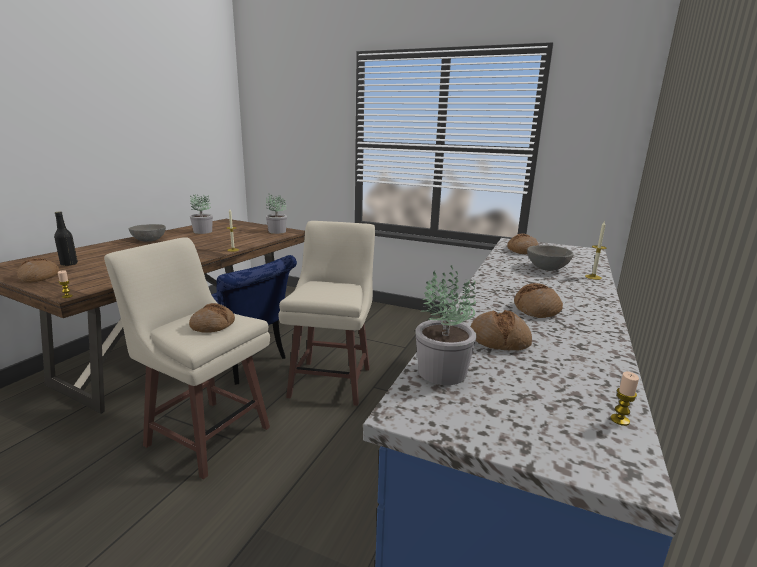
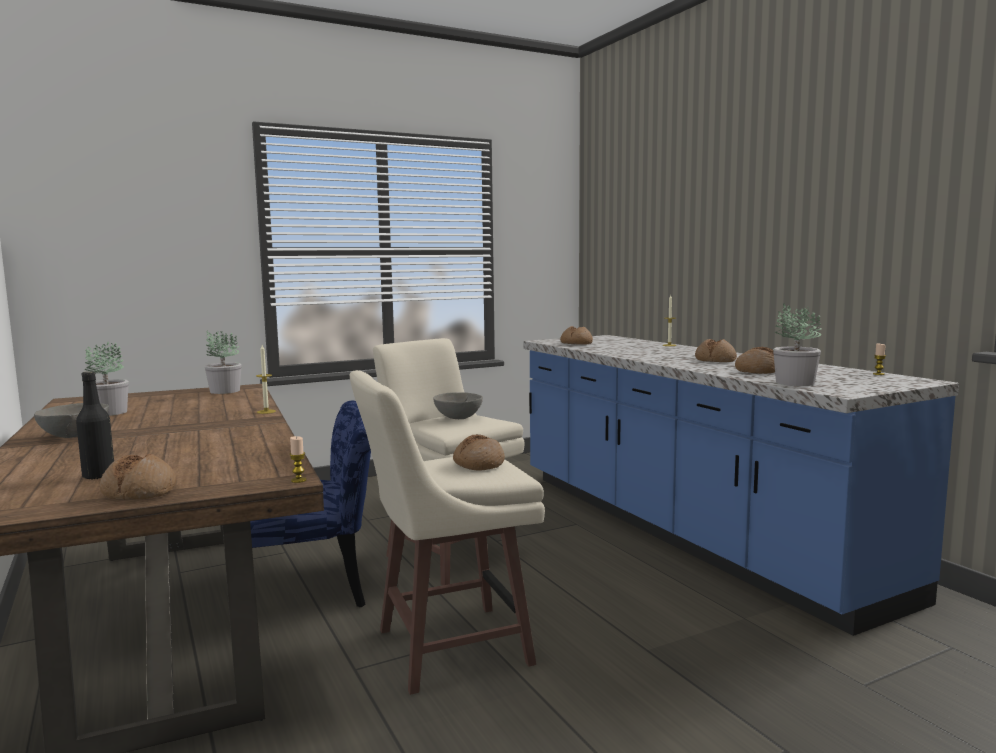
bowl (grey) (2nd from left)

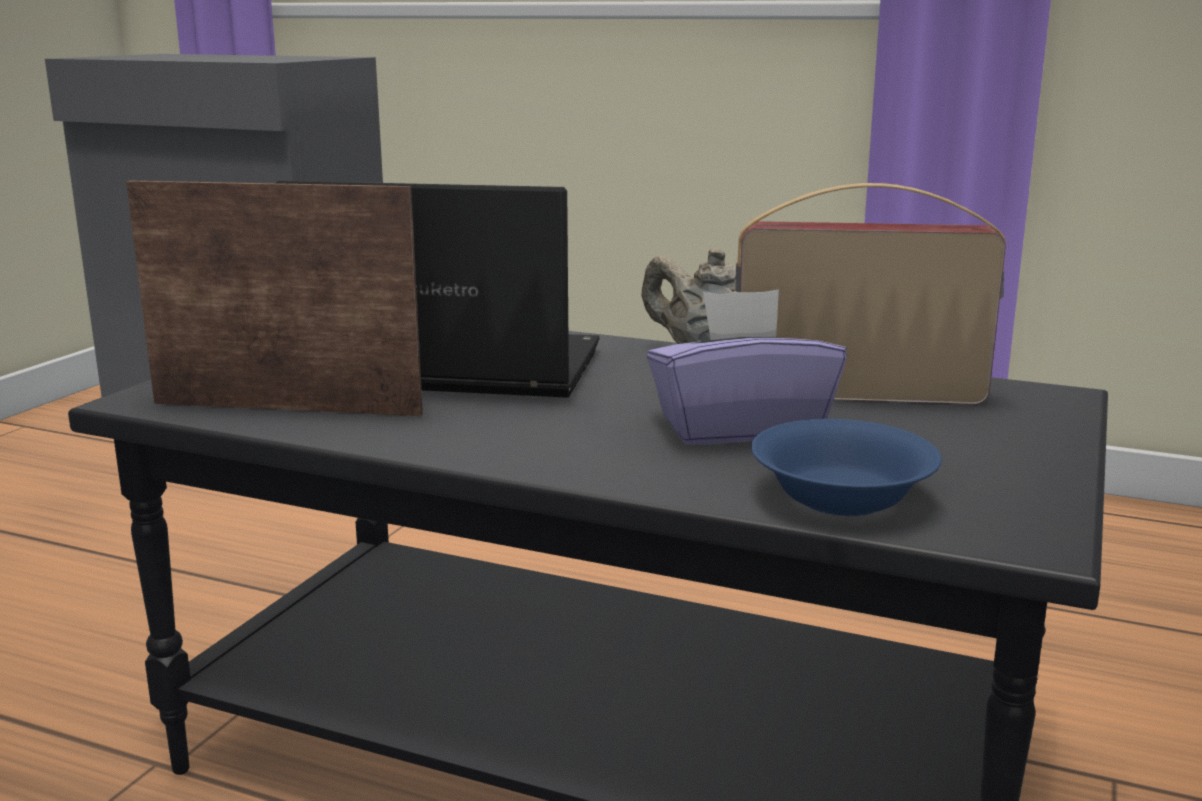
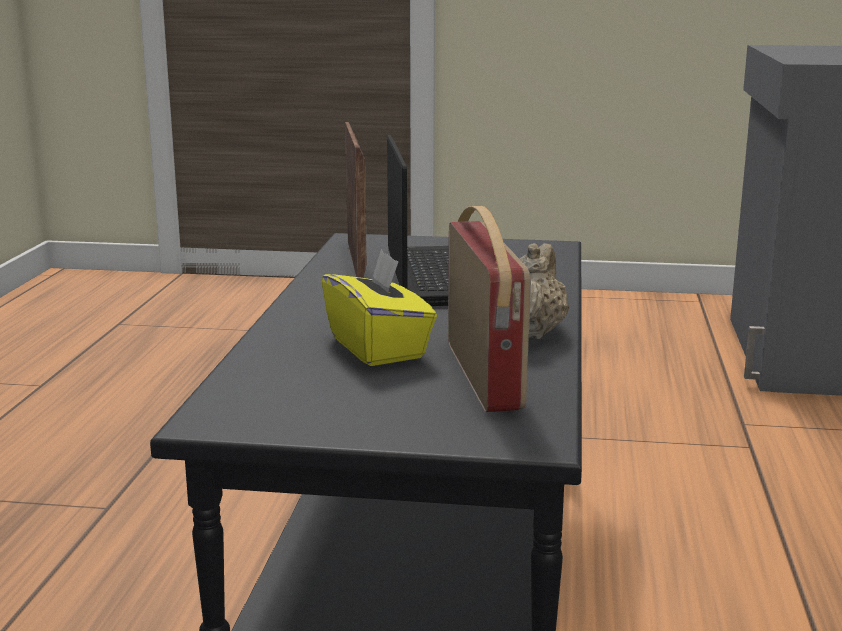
tissue box (yellow)
bowl (blue)

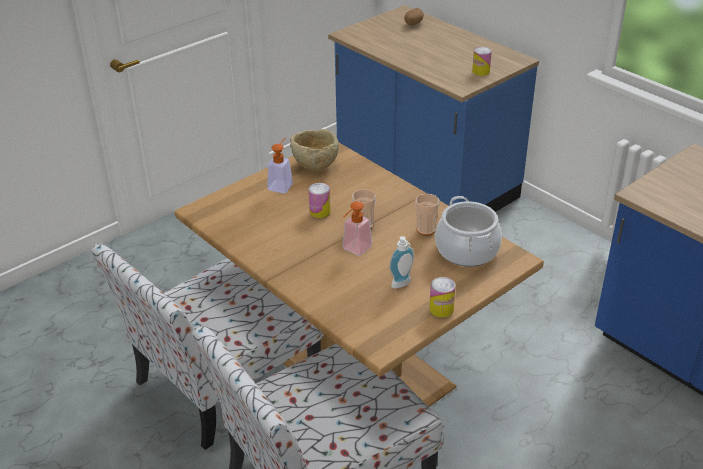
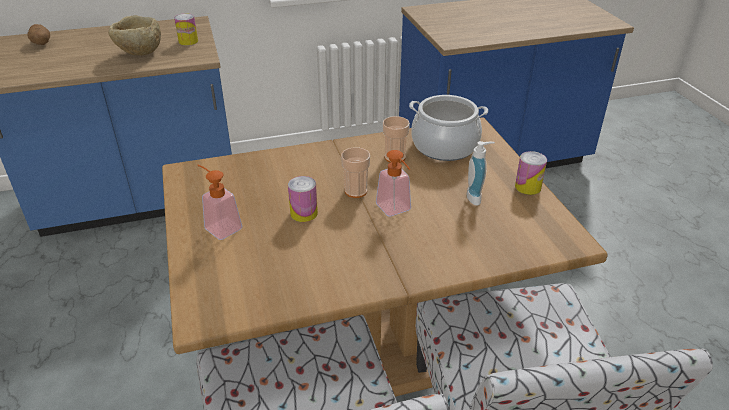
bowl (beige)

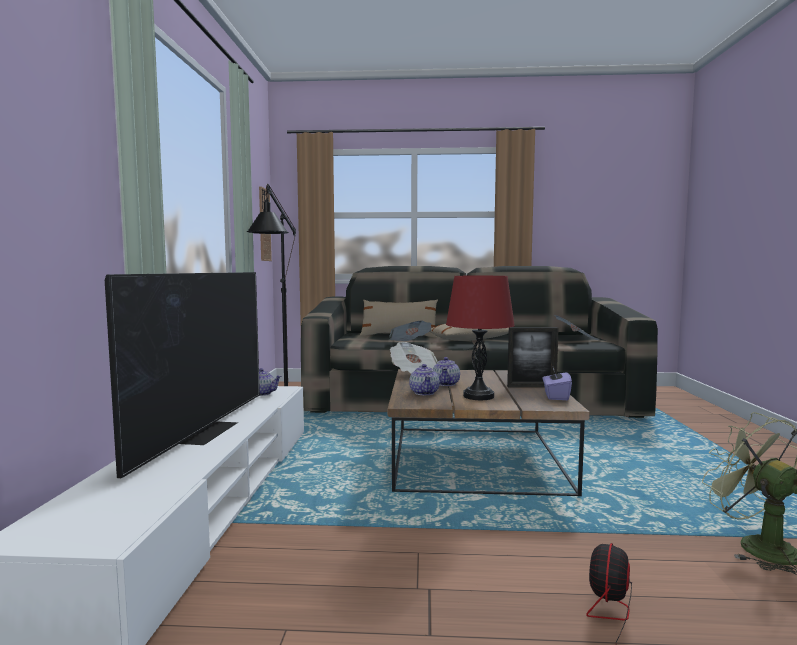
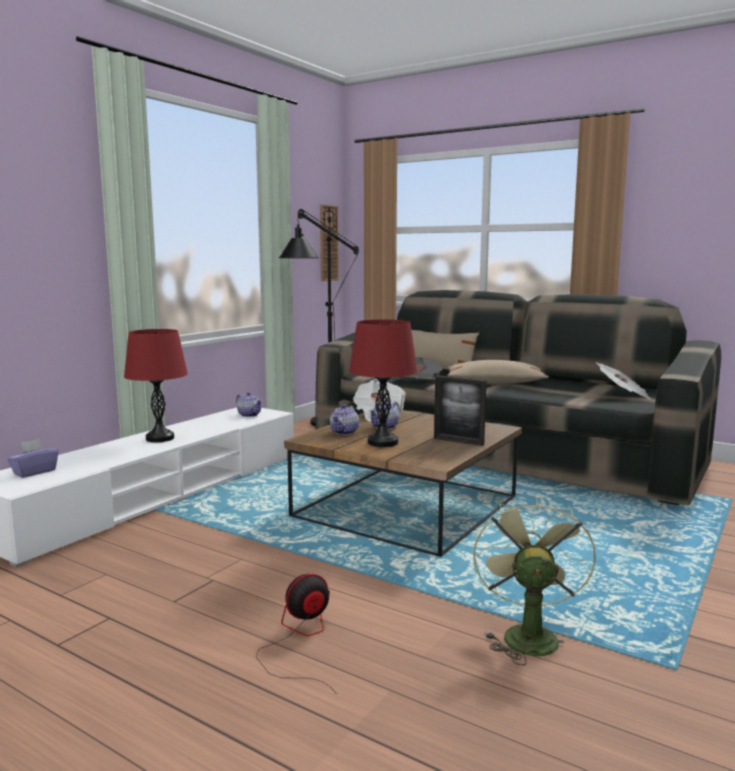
tissue box (purple)
table lamp (red) (1st from left)

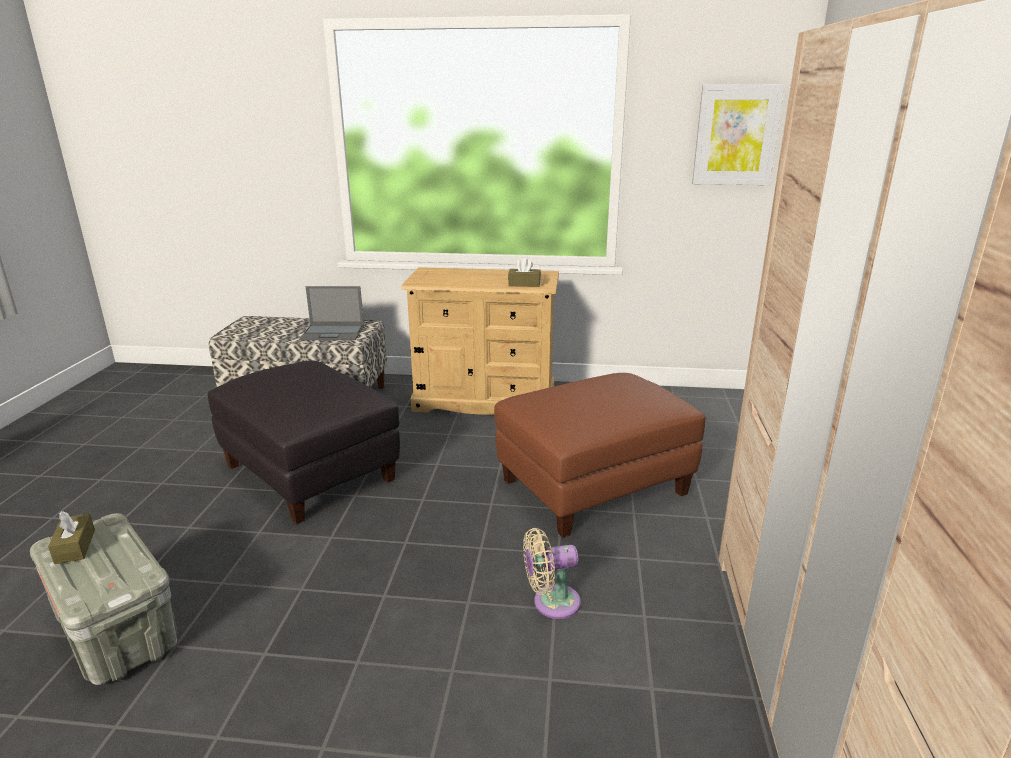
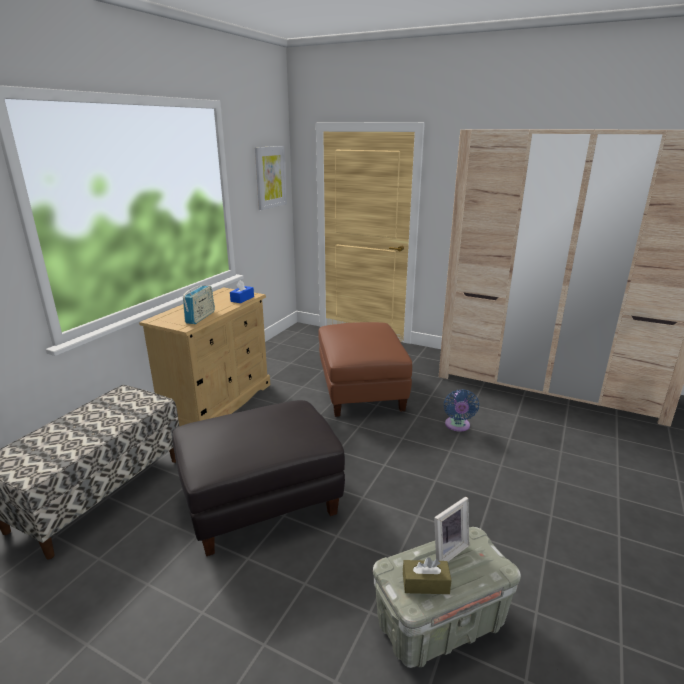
radio
tissue box (blue)
picture frame
fan (blue)
laptop

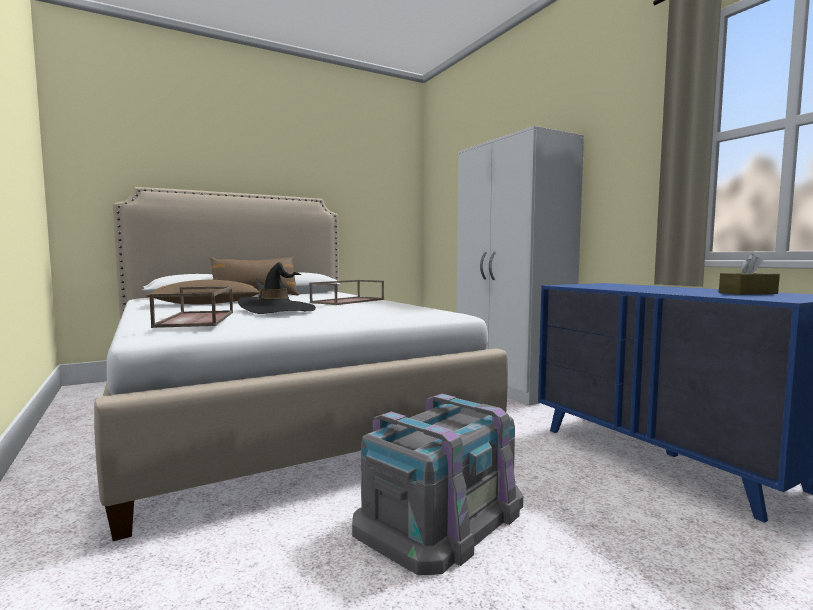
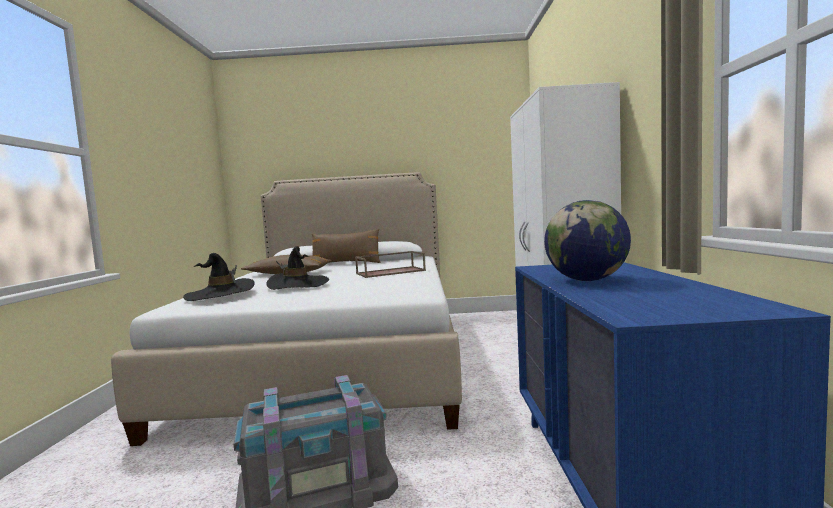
hat (black) (1st from left)
globe
tissue box (brown)

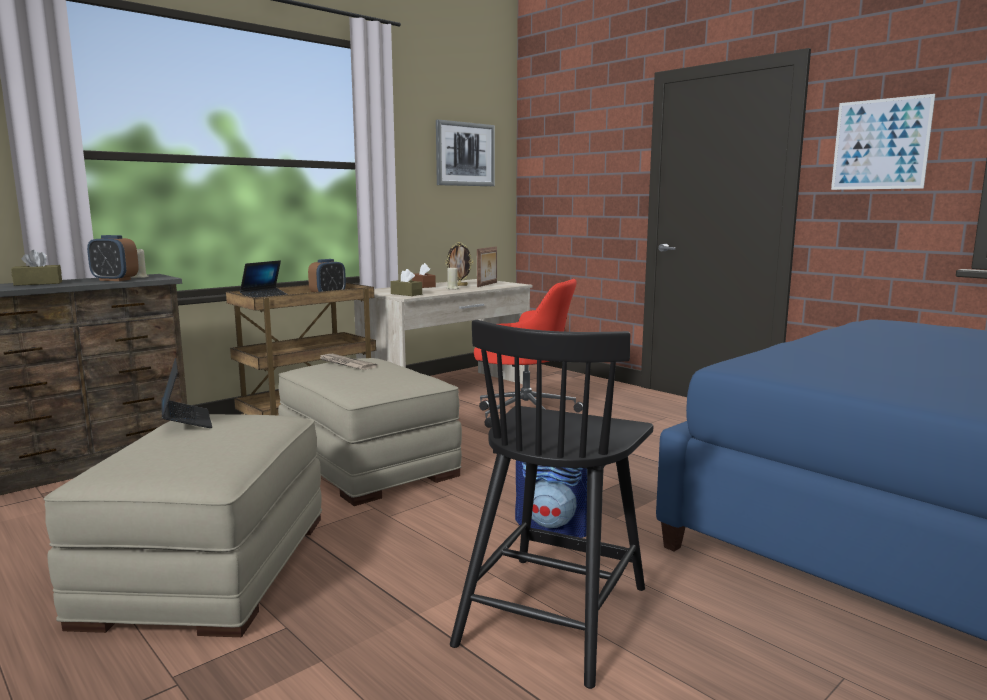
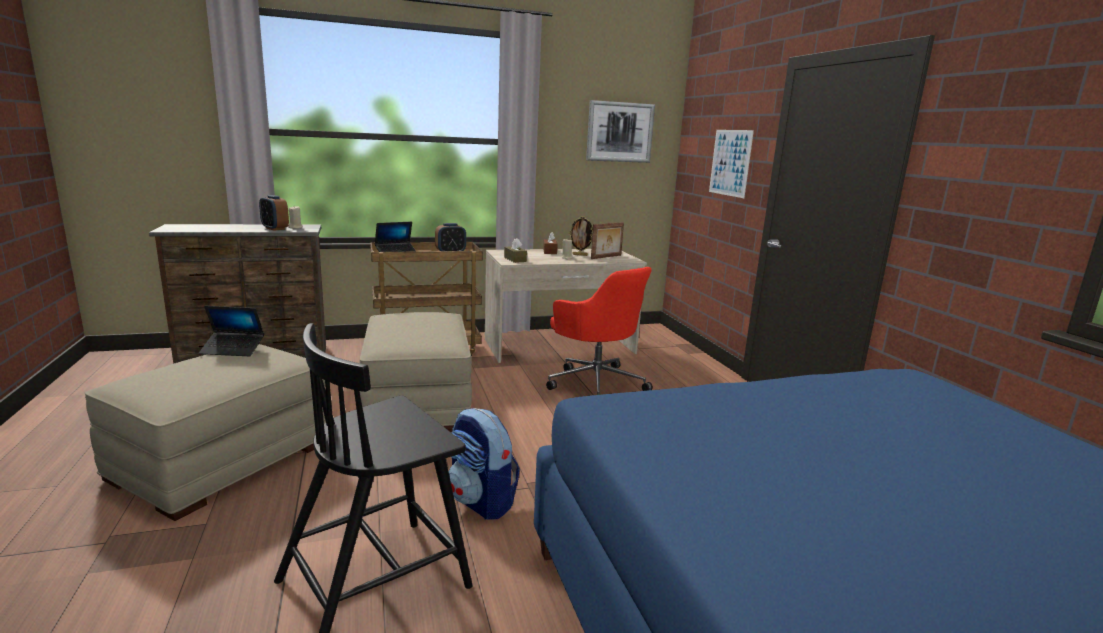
laptop (1st from left)
picture (2nd from left)
tissue box (brown) (1st from left in the first image)
newspaper

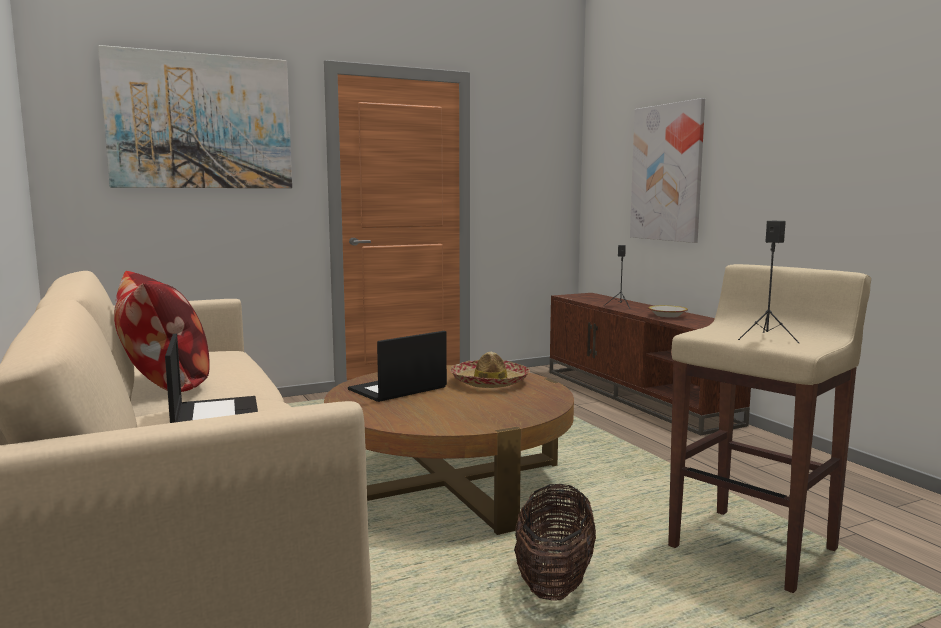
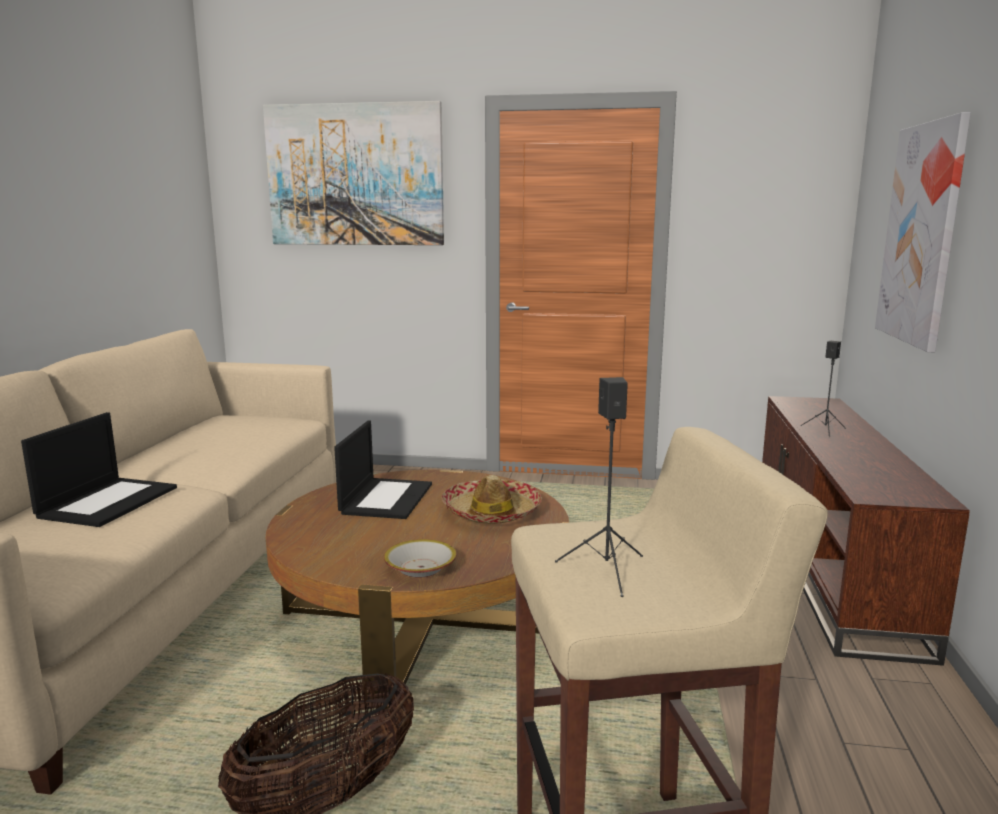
laptop (2nd from left)
bowl
pillow

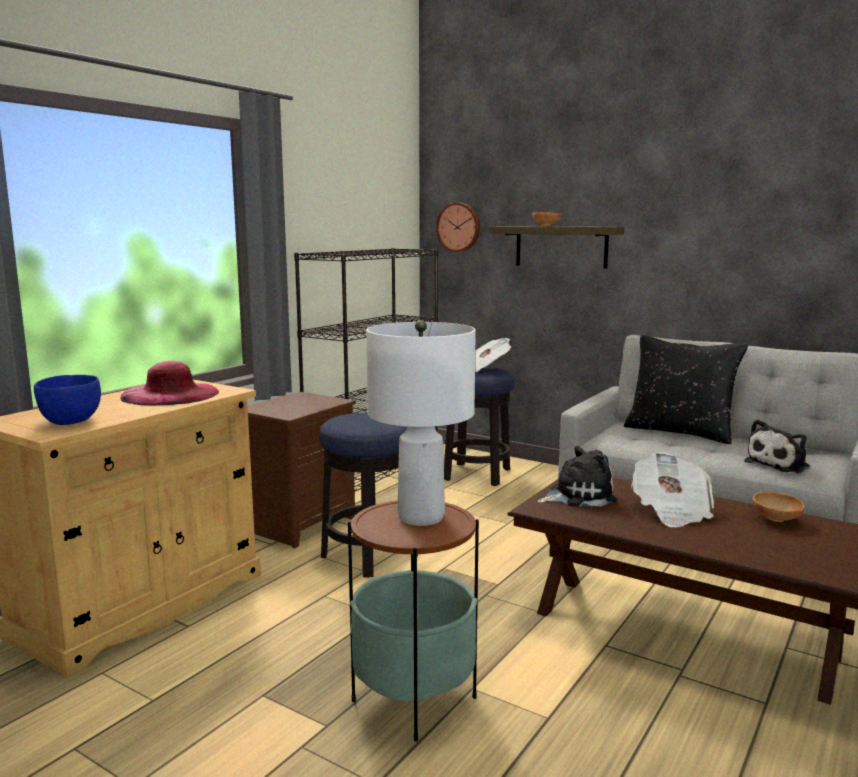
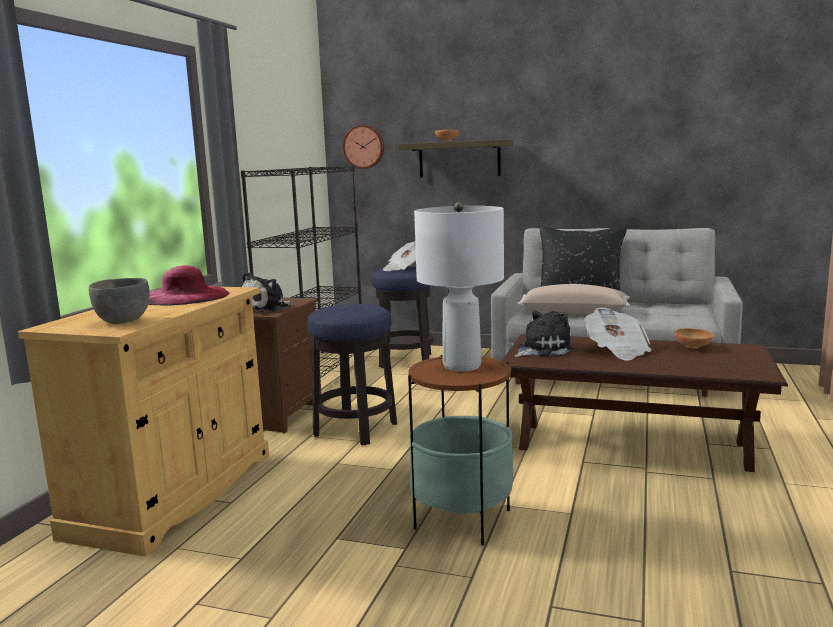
bowl (grey)
plush toy (1st from left)
pillow (beige)

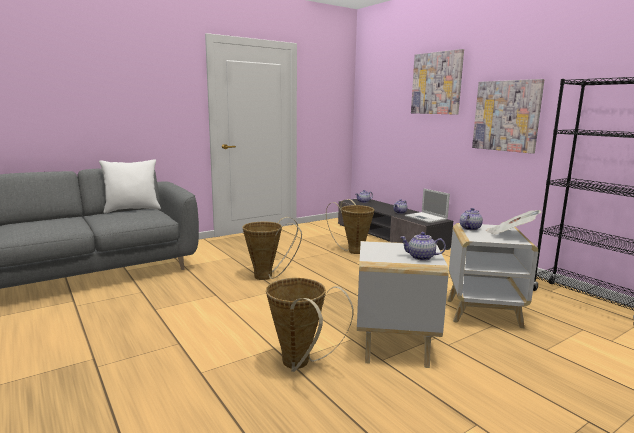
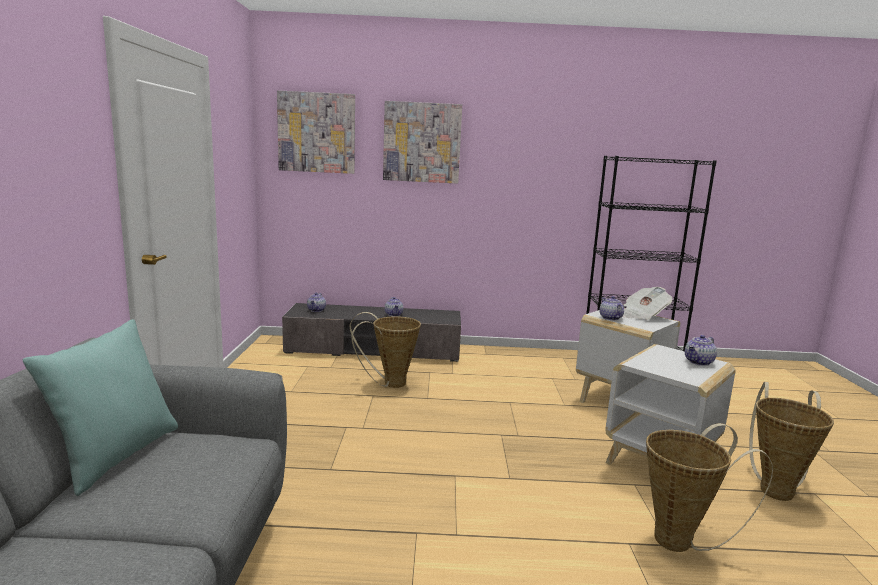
pillow (turquoise)
picture (1st from left)
basket (3rd from left)
laptop

